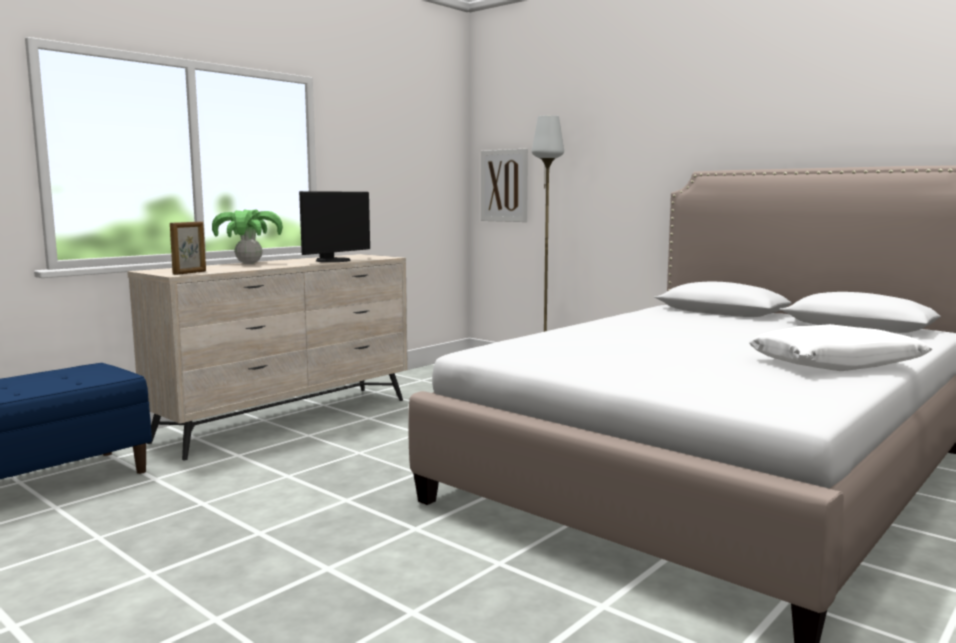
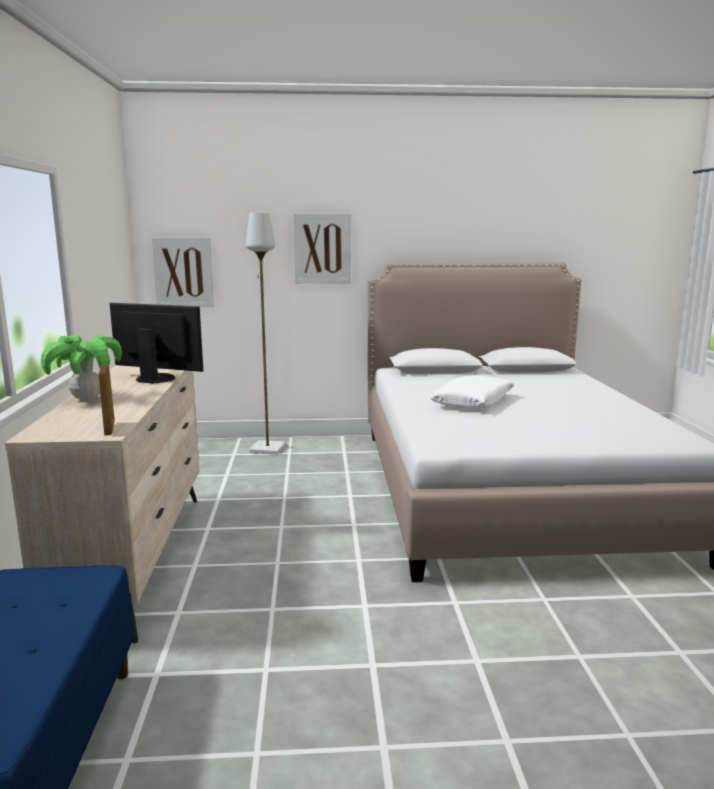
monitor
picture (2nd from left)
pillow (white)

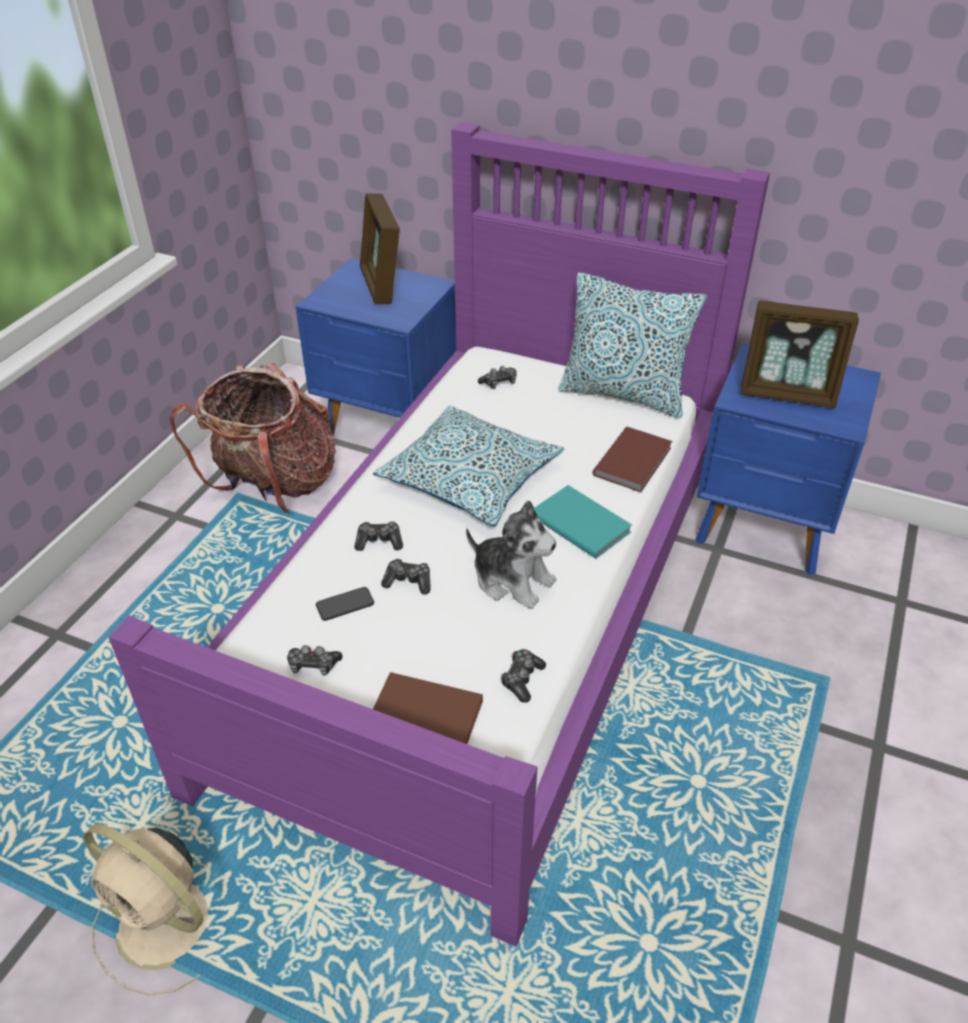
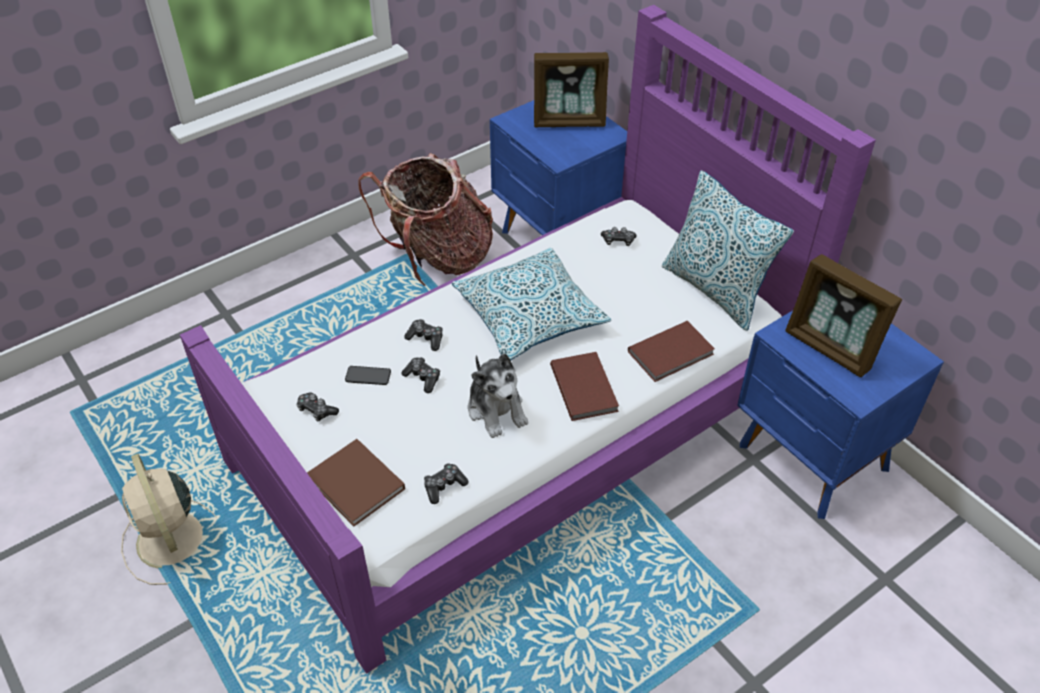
picture frame (1st from left)
book (brown) (2nd from left)

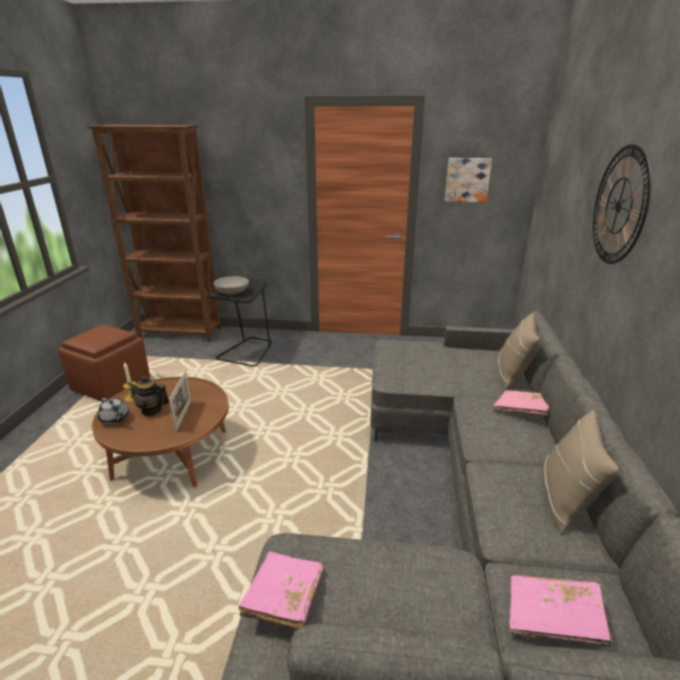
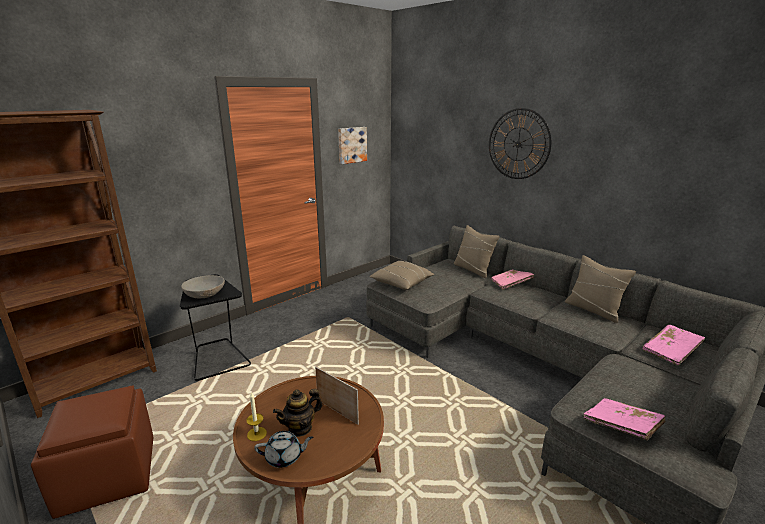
pillow (beige) (1st from left)

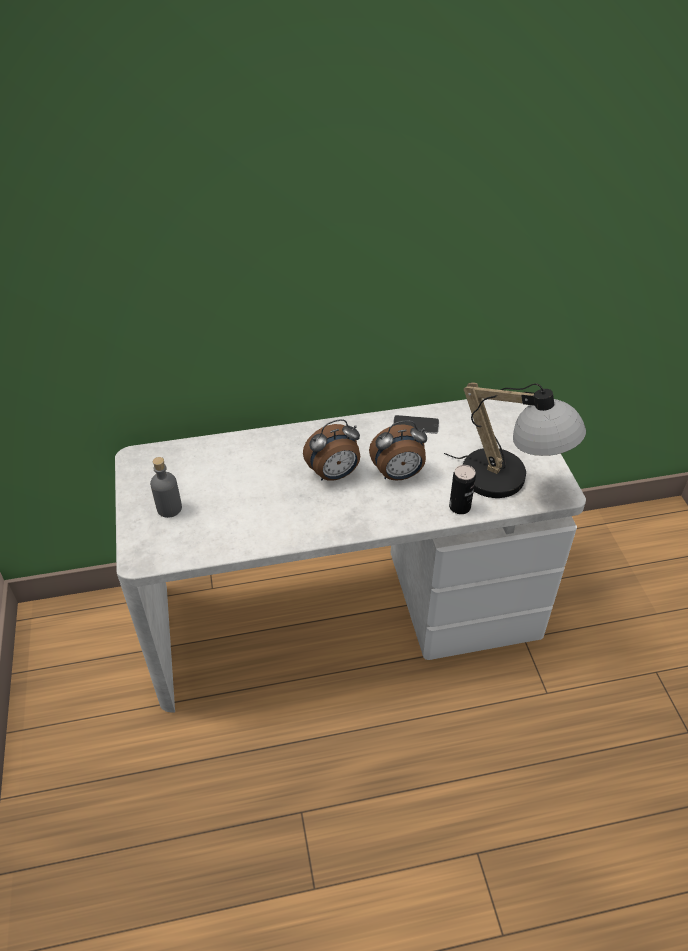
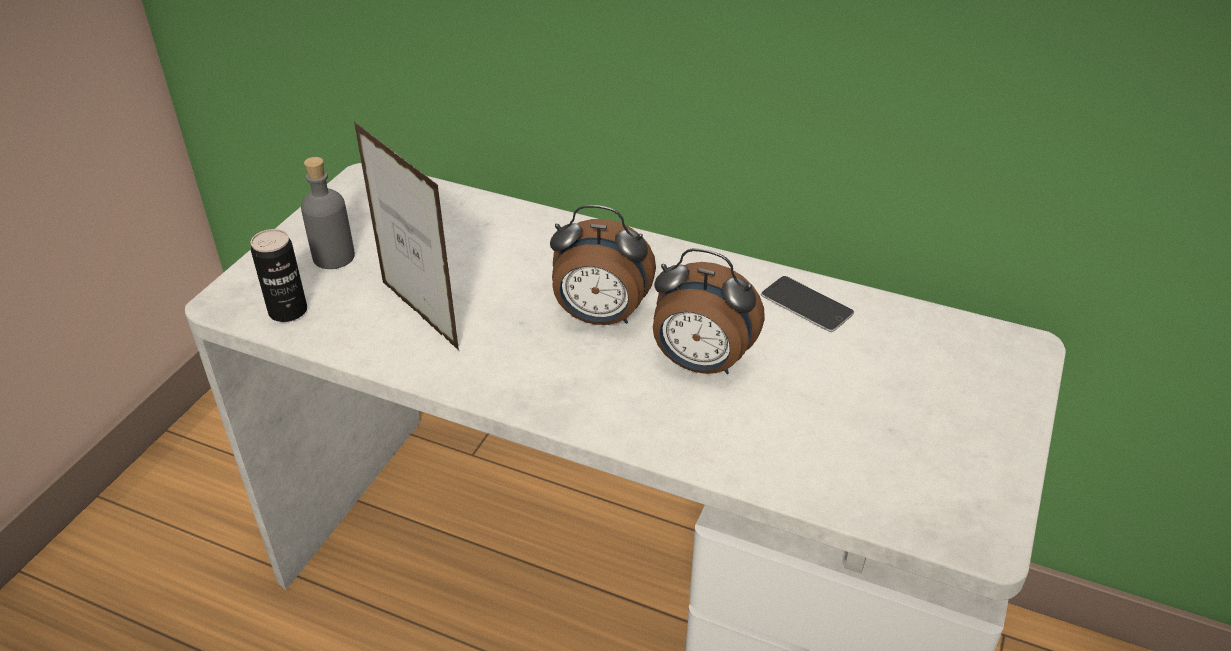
can
picture frame
table lamp

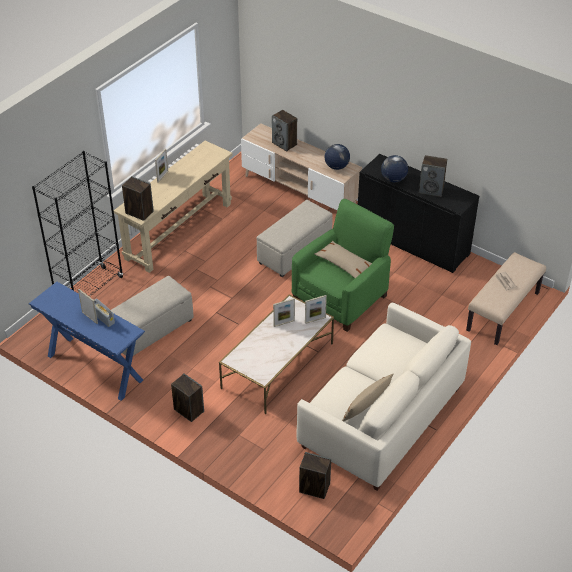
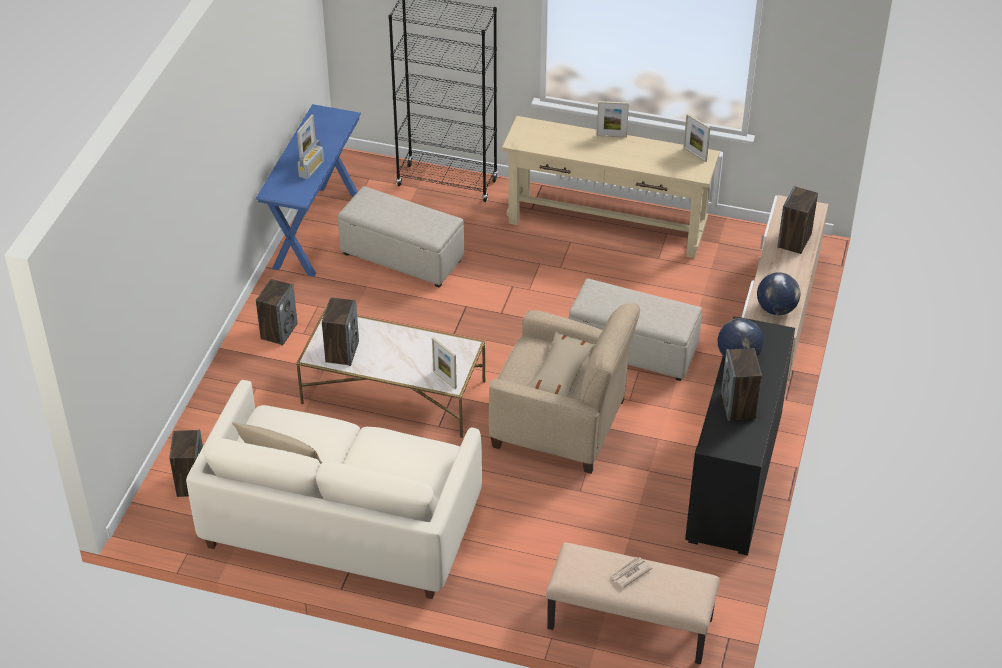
speaker (3rd from left)
armchair (beige)
picture frame (4th from left)

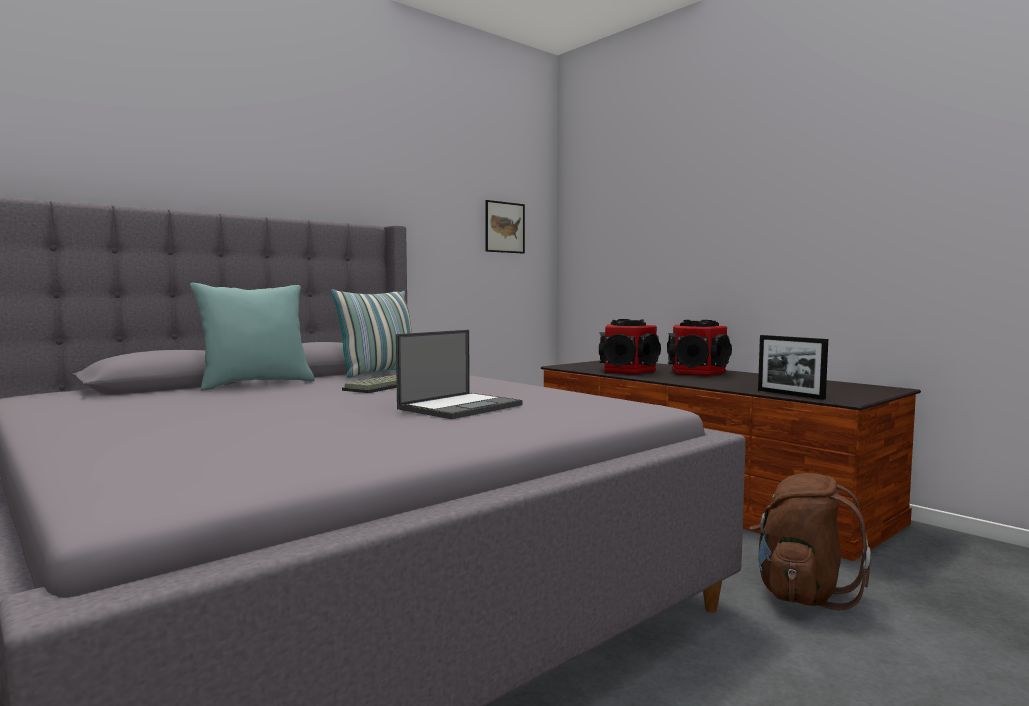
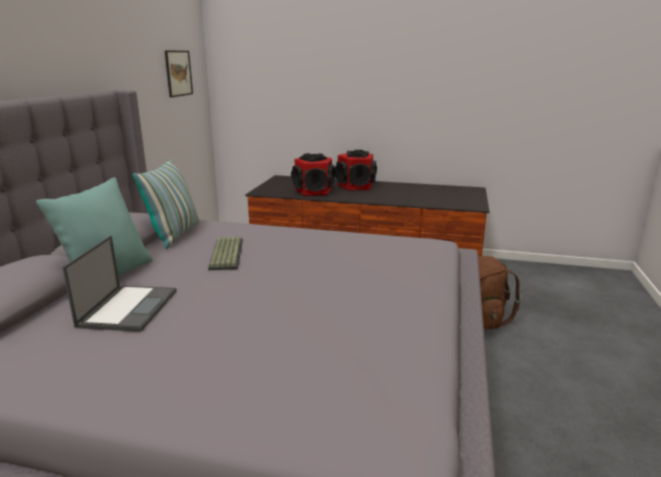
laptop
picture frame

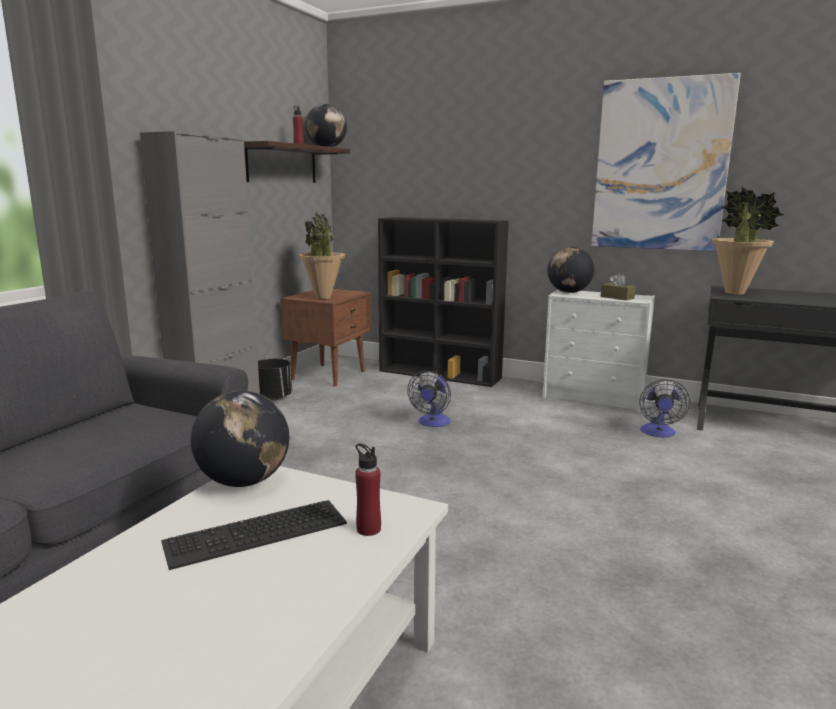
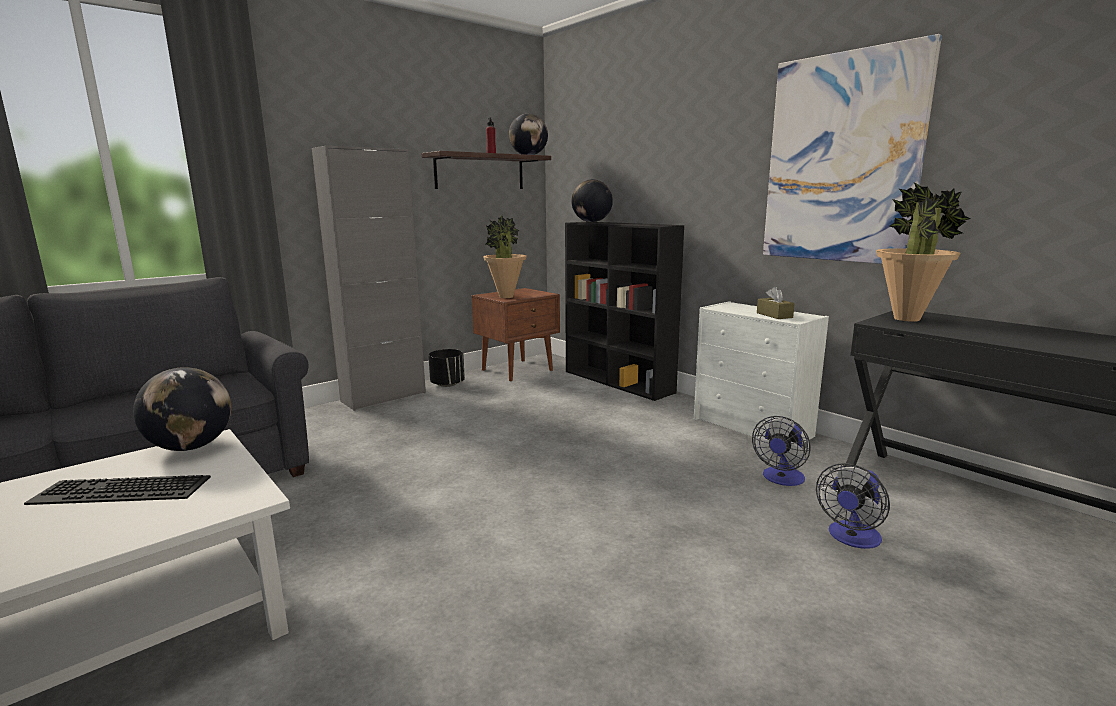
globe (3rd from left)
fan (2nd from left)
bottle (red) (2nd from left in the first image)

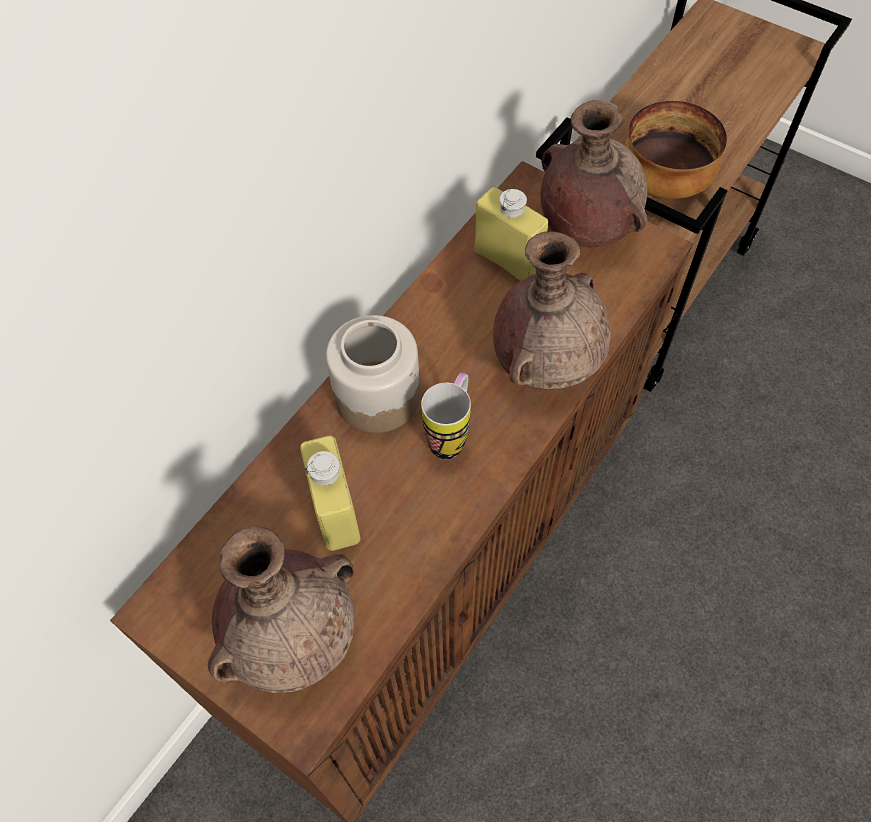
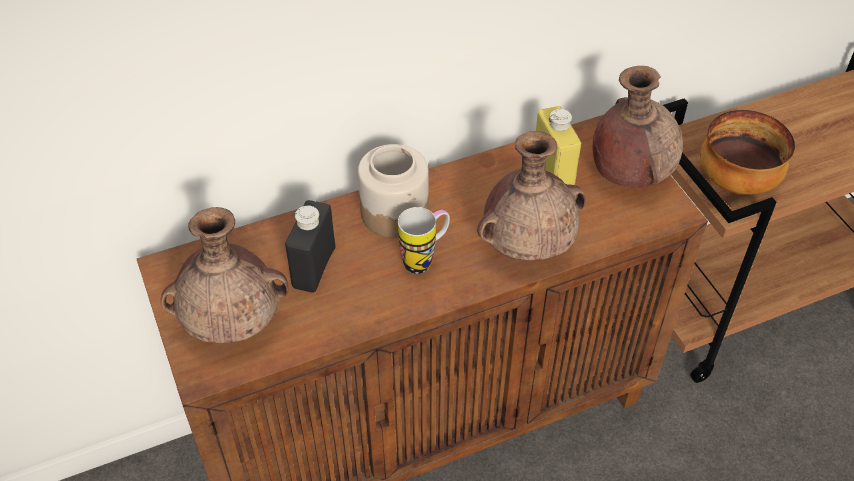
bottle (black)

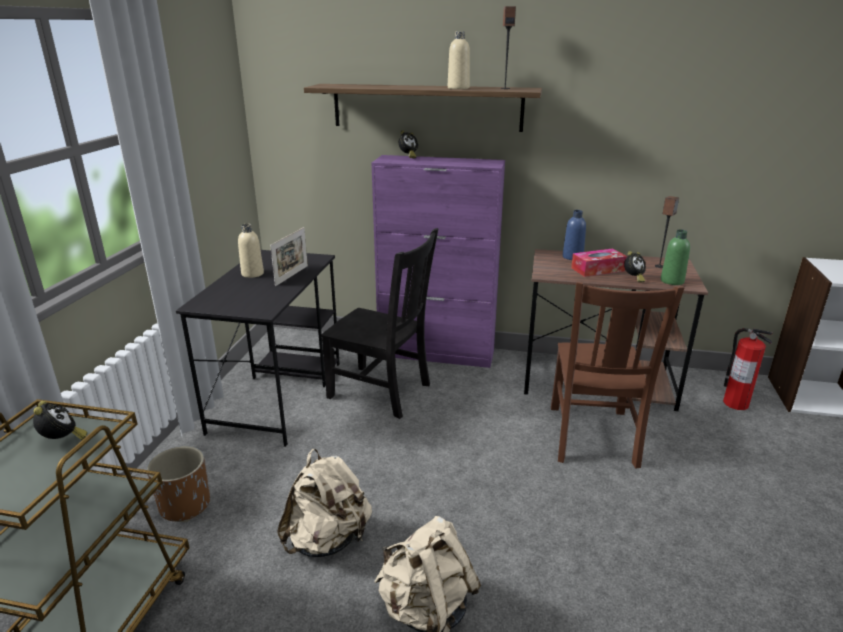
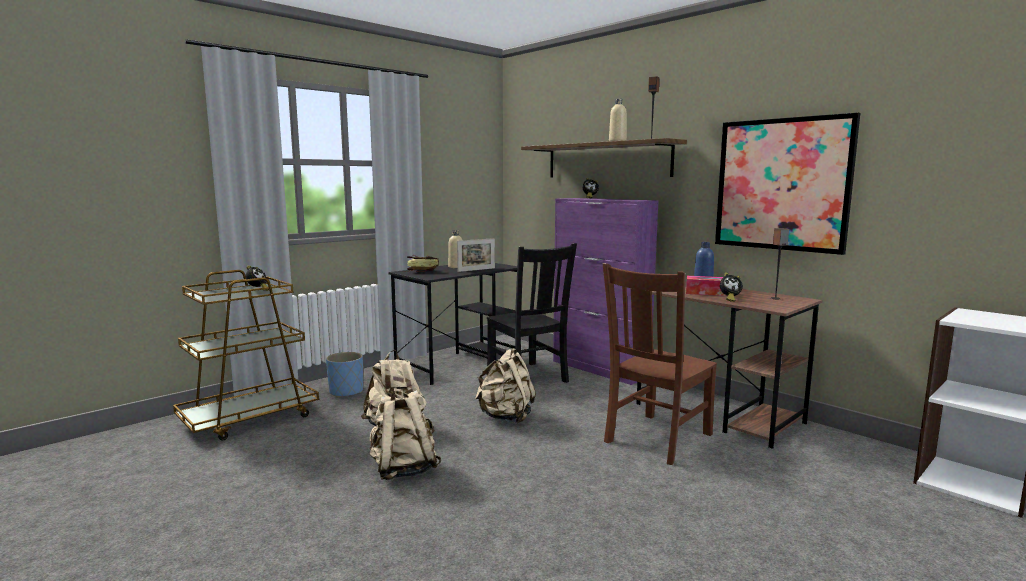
planter (blue)
book
backpack (beige) (3rd from left)
picture
bottle (green)
fire extinguisher

